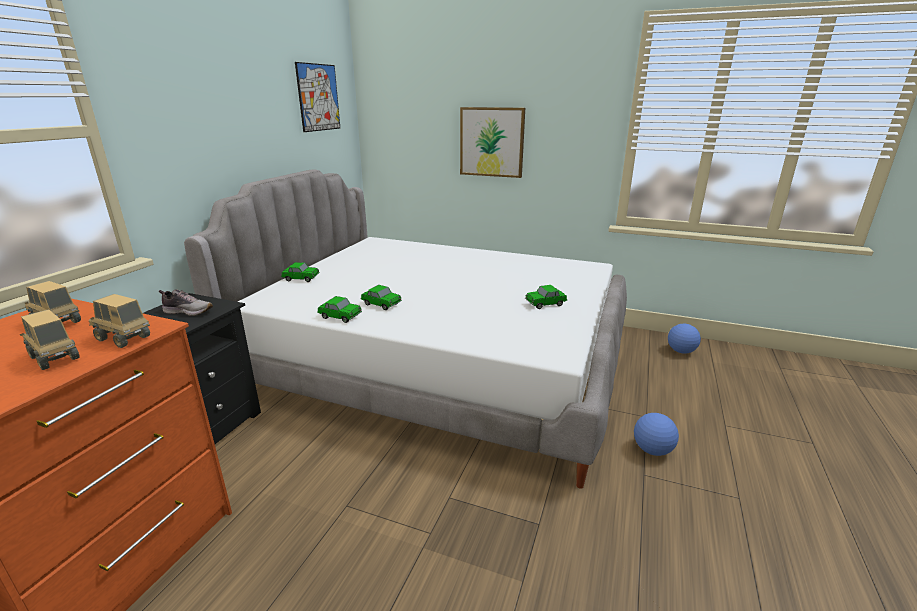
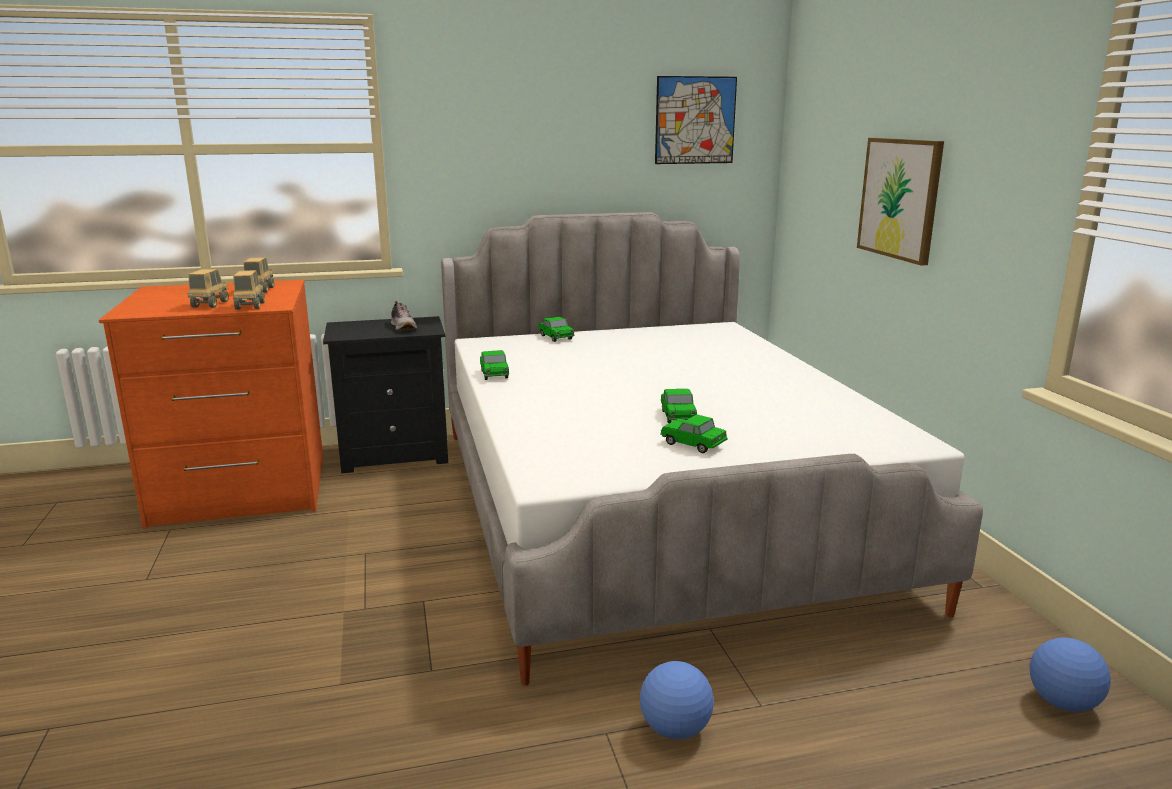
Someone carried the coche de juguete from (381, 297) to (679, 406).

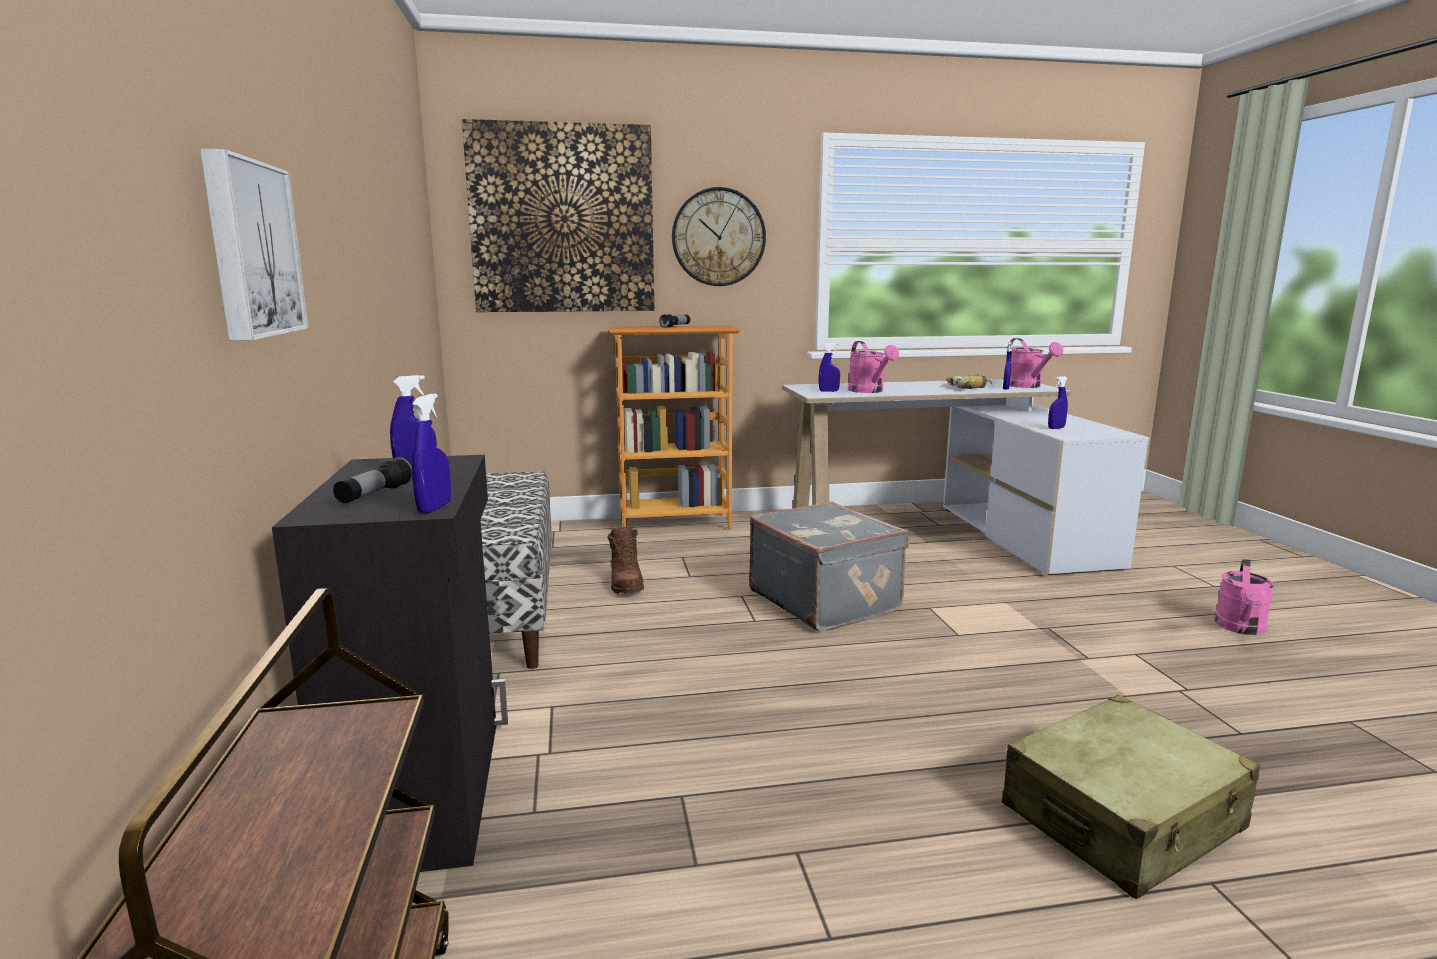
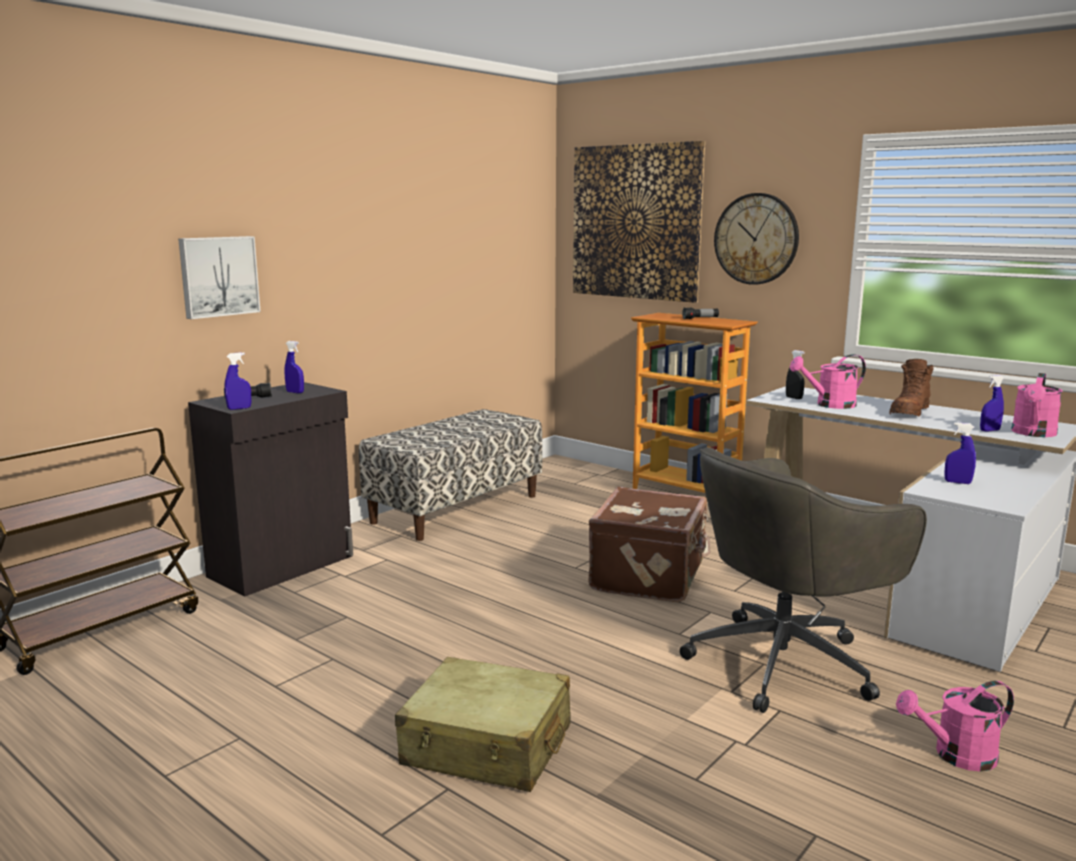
Someone carried the bota (marrón) from (625, 560) to (911, 387).
Someone repainted the maleta (gris) at (829, 566), which became the maleta (marrón) at (649, 544).
Someone repainted the pulverizador (azul) at (829, 367), which became the pulverizador (negro) at (795, 374).
Someone rotated the regadera (rosa) at (873, 367) by 45 degrees clockwise.
Someone took away the taladro at (969, 381).
Someone put down the silla de oficina (gris) at (803, 580).

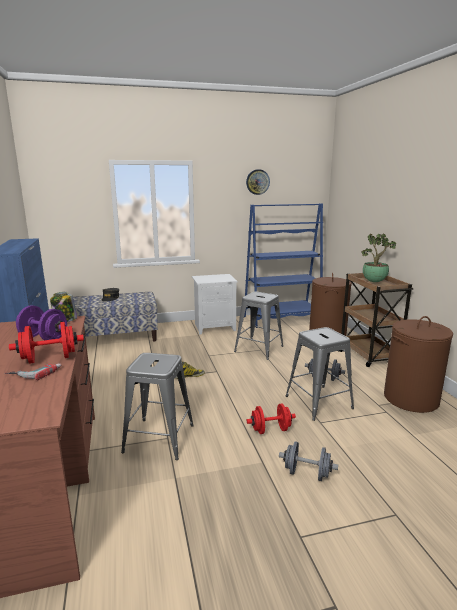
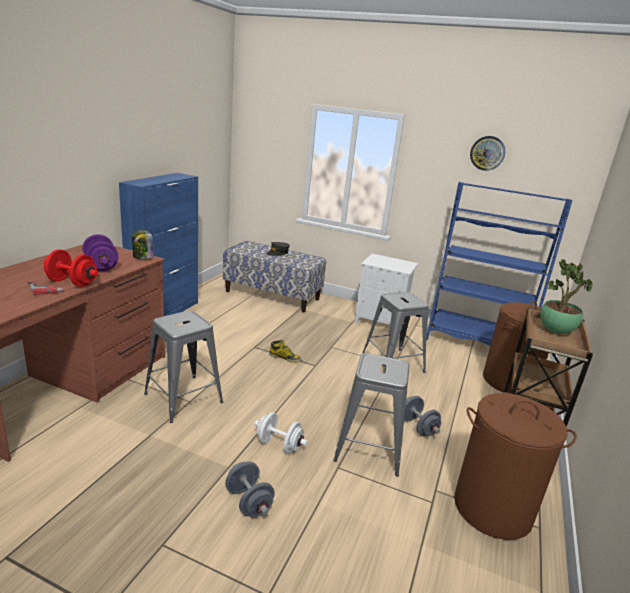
Someone repainted the mancuerna (rojo) at (271, 418), which became the mancuerna (blanco) at (281, 433).

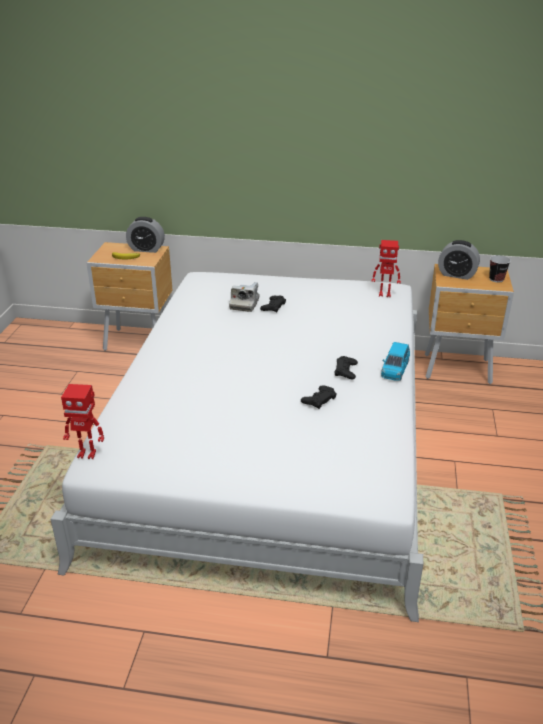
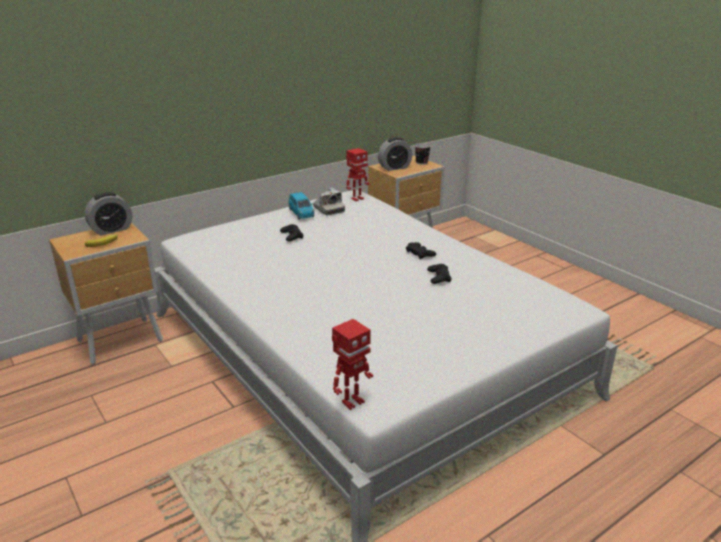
Someone carried the cámara from (244, 297) to (329, 201).
Someone carried the coche de juguete (azul) from (395, 361) to (301, 205).

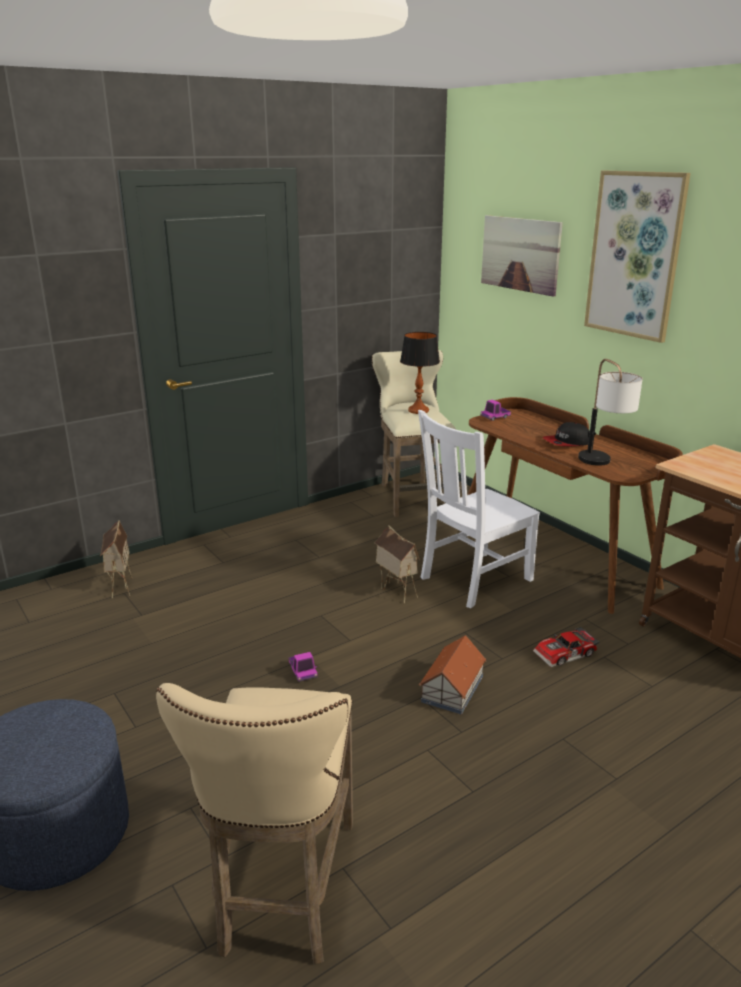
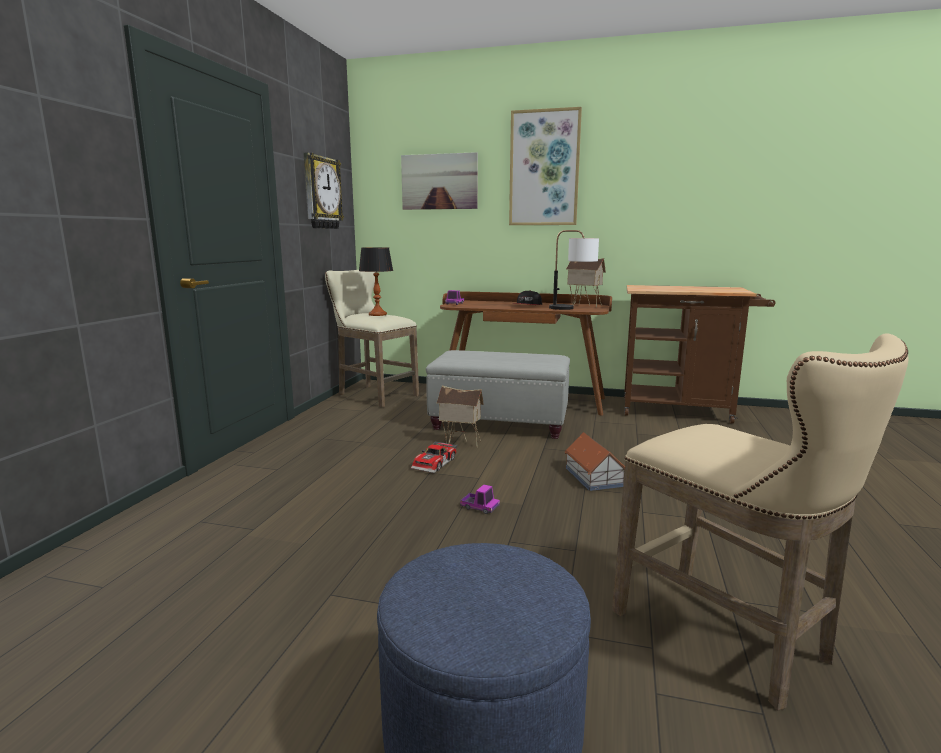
Someone carried the casita from (116, 559) to (586, 282).
Someone swapped the silla (blanco) at (479, 509) for the puf (gris) at (498, 394).
Someone carried the coche de juguete from (566, 647) to (434, 457).
Someone put up the reloj de pared at (324, 190).

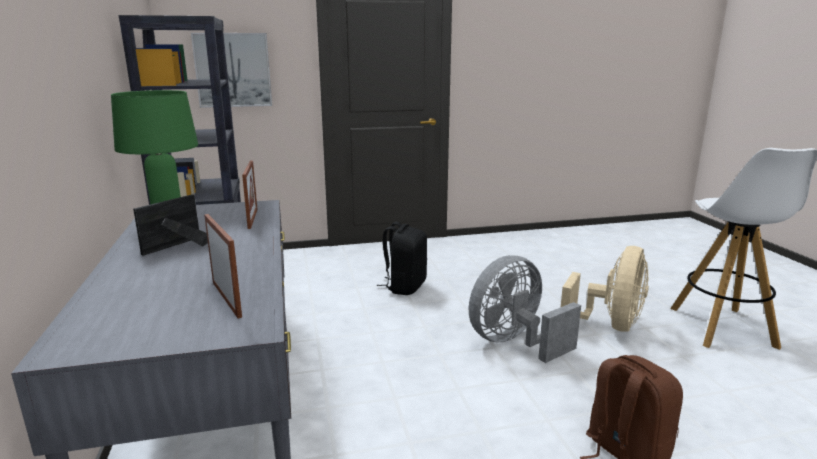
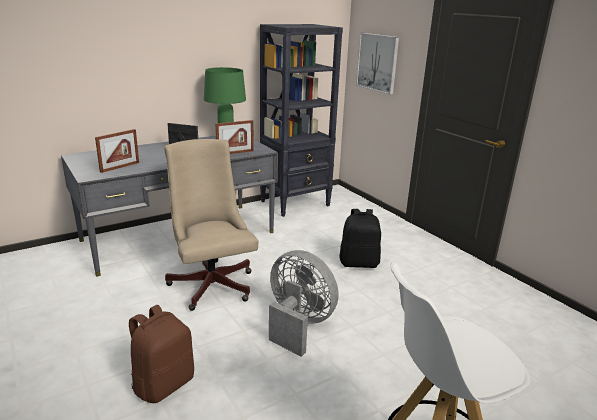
Someone took away the ventilador (beis) at (605, 289).
Someone put down the silla de oficina (beis) at (211, 225).

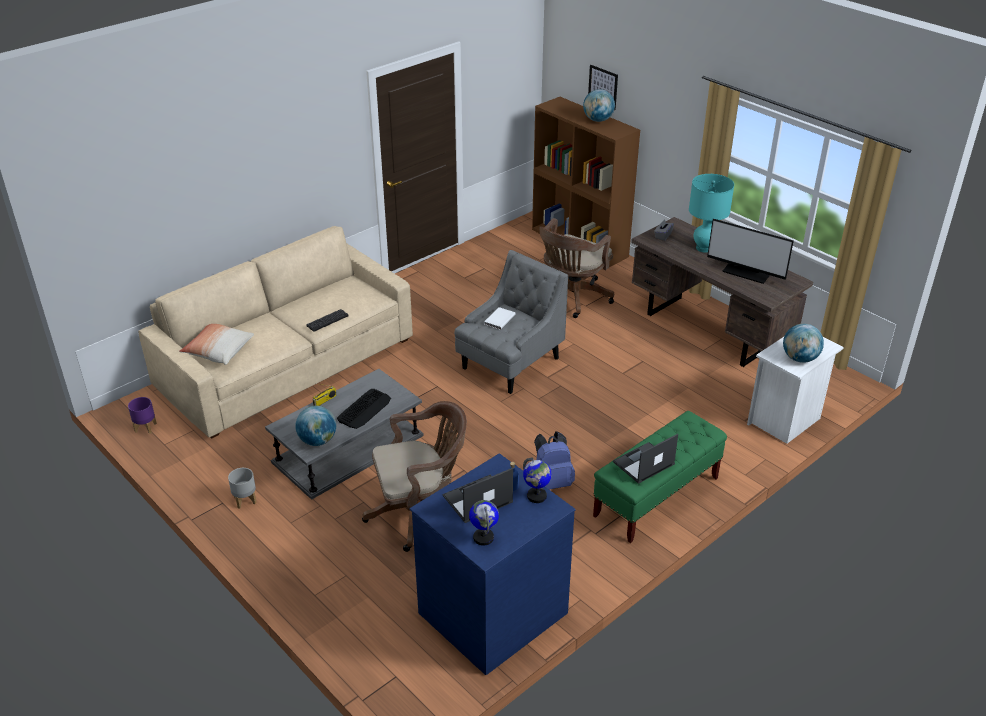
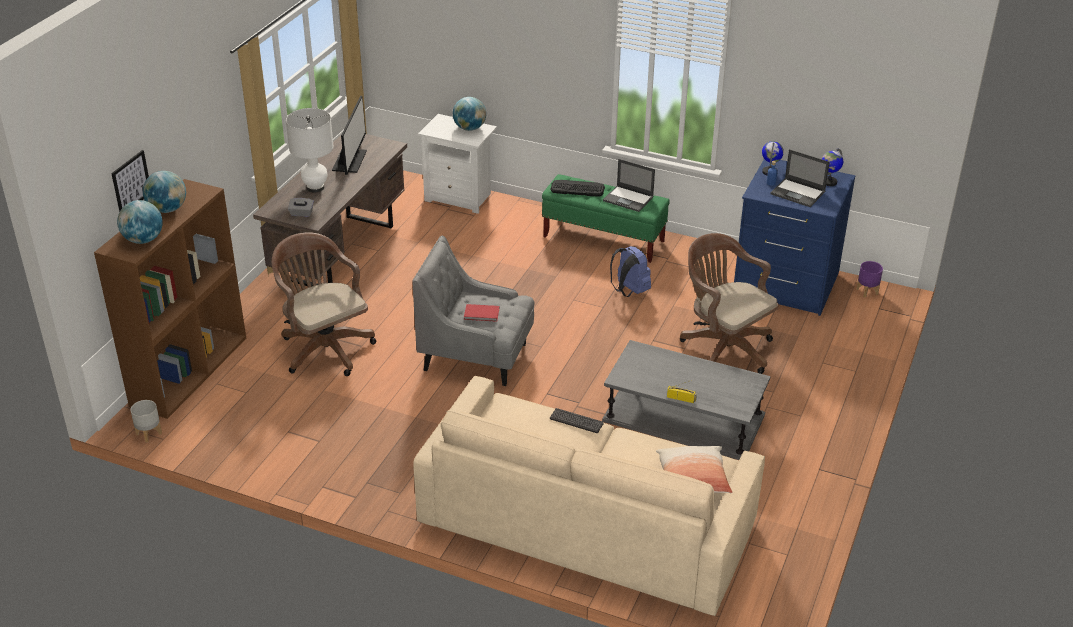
Someone carried the maceta (morado) from (142, 415) to (869, 279).
Someone carried the maceta (gris) from (242, 488) to (146, 421).
Someone carried the globo terráqueo from (315, 426) to (140, 222).
Someone carried the teclado from (364, 409) to (577, 188).
Someone repainted the libro (blanco) at (500, 318), which became the libro (rojo) at (482, 313).
Someone rotated the silla de oficina (marrón) at (576, 268) by 135 degrees counterclockwise.
Someone repainted the lámpara de mesa (turquesa) at (711, 213), which became the lámpara de mesa (blanco) at (310, 150).

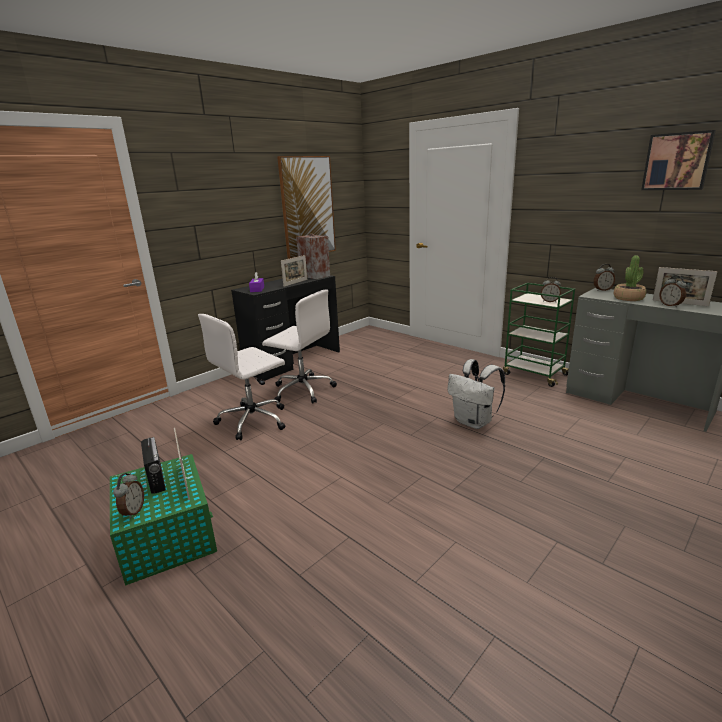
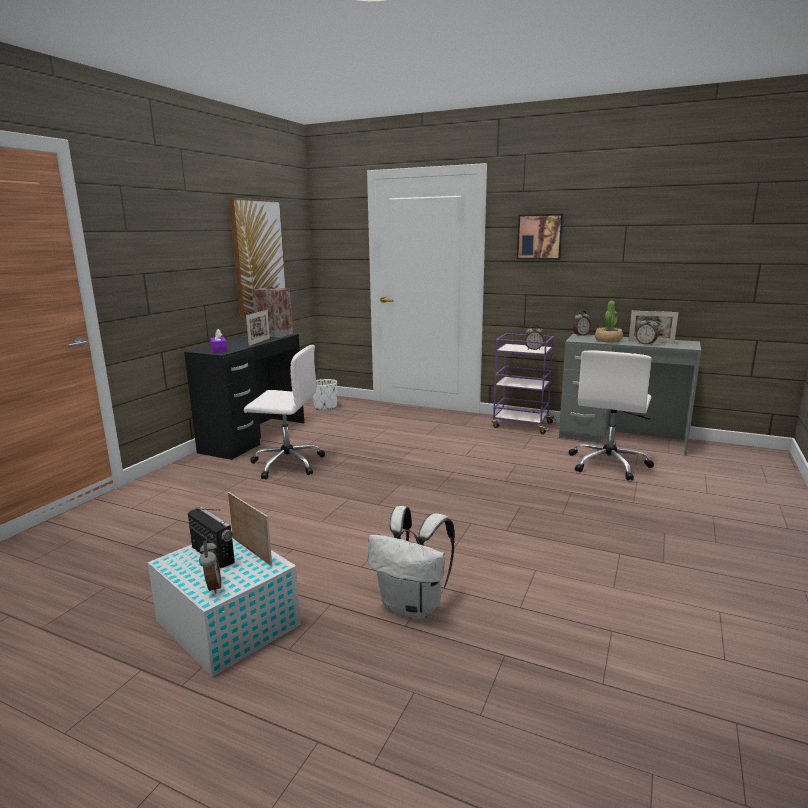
Someone repainted the caja de almacenaje (verde) at (163, 520), which became the caja de almacenaje (blanco) at (224, 602).
Someone carried the silla de oficina (blanco) from (241, 377) to (611, 415).
Someone carried the mochila (blanco) from (476, 394) to (411, 563).
Someone repainted the carrito (verde) at (539, 335), which became the carrito (morado) at (524, 383).
Someone carried the cuadro from (678, 160) to (540, 237).
Someone put down the maceta (blanco) at (325, 394).

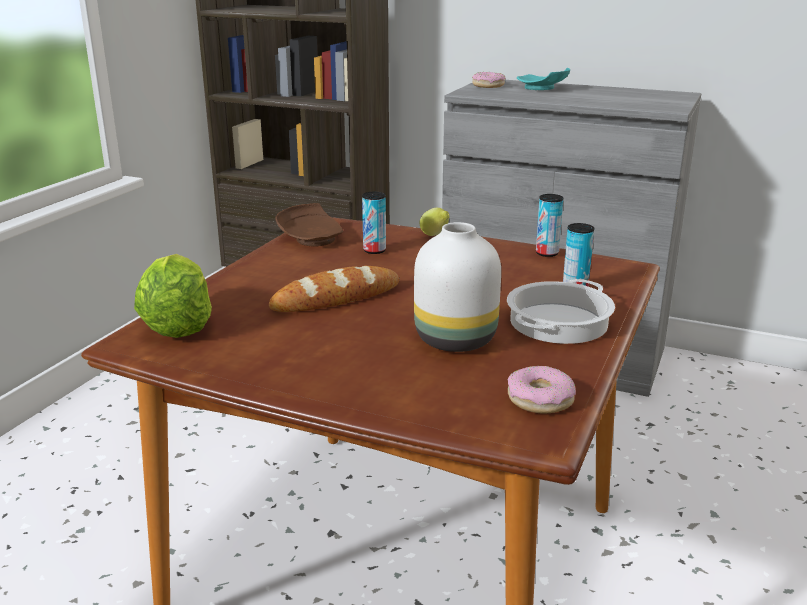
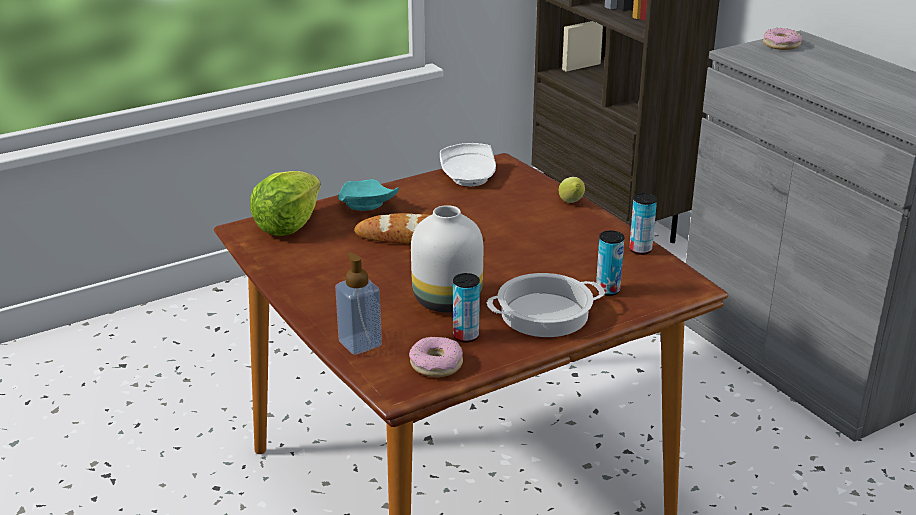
Someone repainted the plato (marrón) at (309, 224), which became the plato (blanco) at (468, 164).
Someone carried the lata from (374, 223) to (466, 308).
Someone carried the plato (turquesa) from (543, 79) to (368, 195).
Someone put down the dispensador de jabón at (358, 303).

